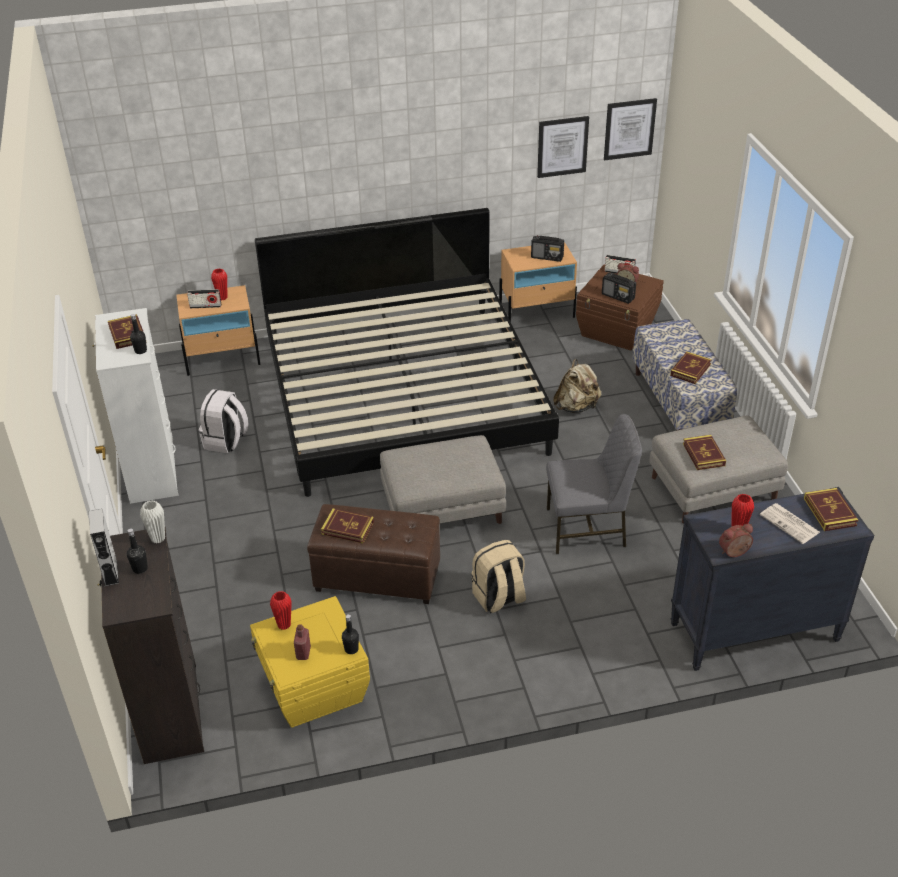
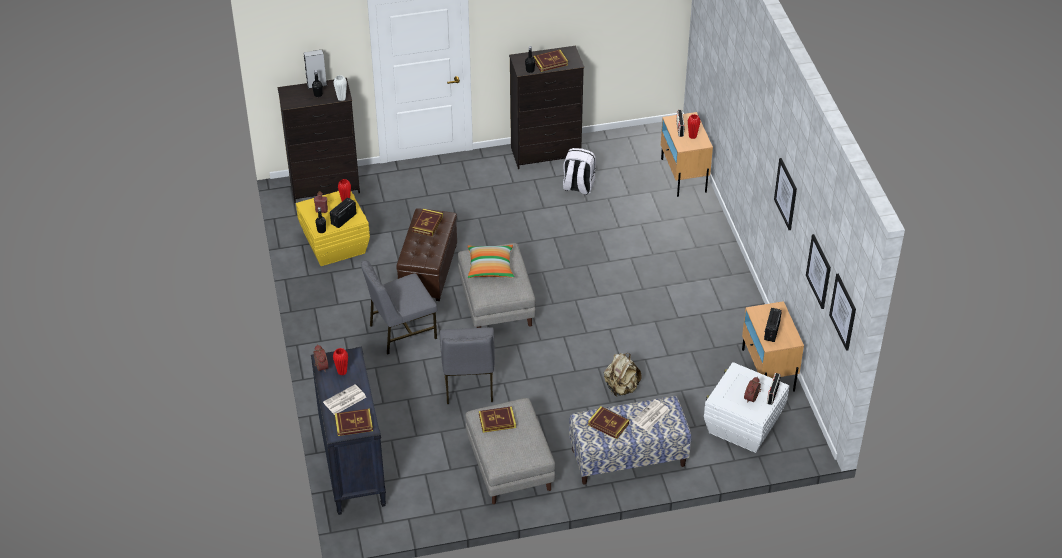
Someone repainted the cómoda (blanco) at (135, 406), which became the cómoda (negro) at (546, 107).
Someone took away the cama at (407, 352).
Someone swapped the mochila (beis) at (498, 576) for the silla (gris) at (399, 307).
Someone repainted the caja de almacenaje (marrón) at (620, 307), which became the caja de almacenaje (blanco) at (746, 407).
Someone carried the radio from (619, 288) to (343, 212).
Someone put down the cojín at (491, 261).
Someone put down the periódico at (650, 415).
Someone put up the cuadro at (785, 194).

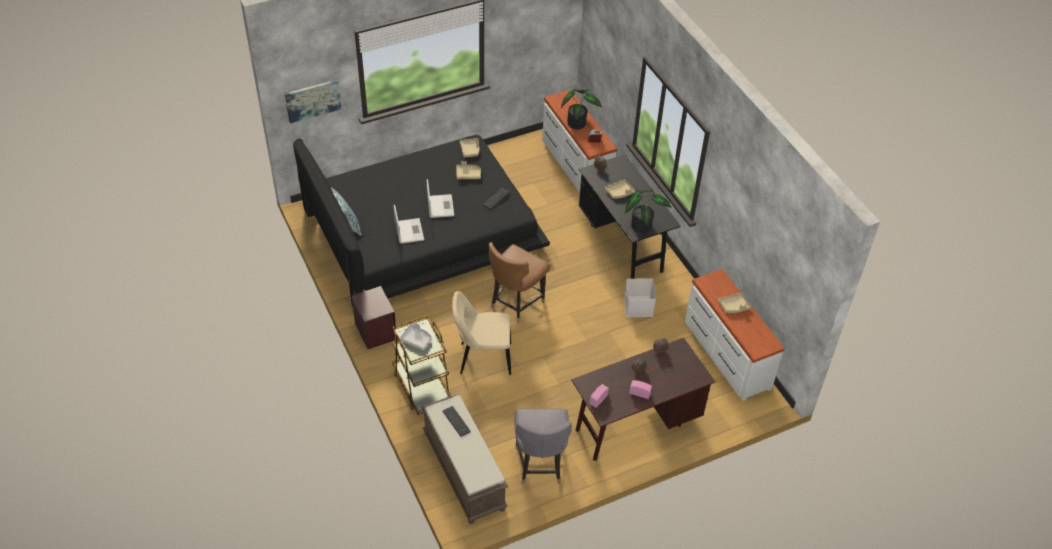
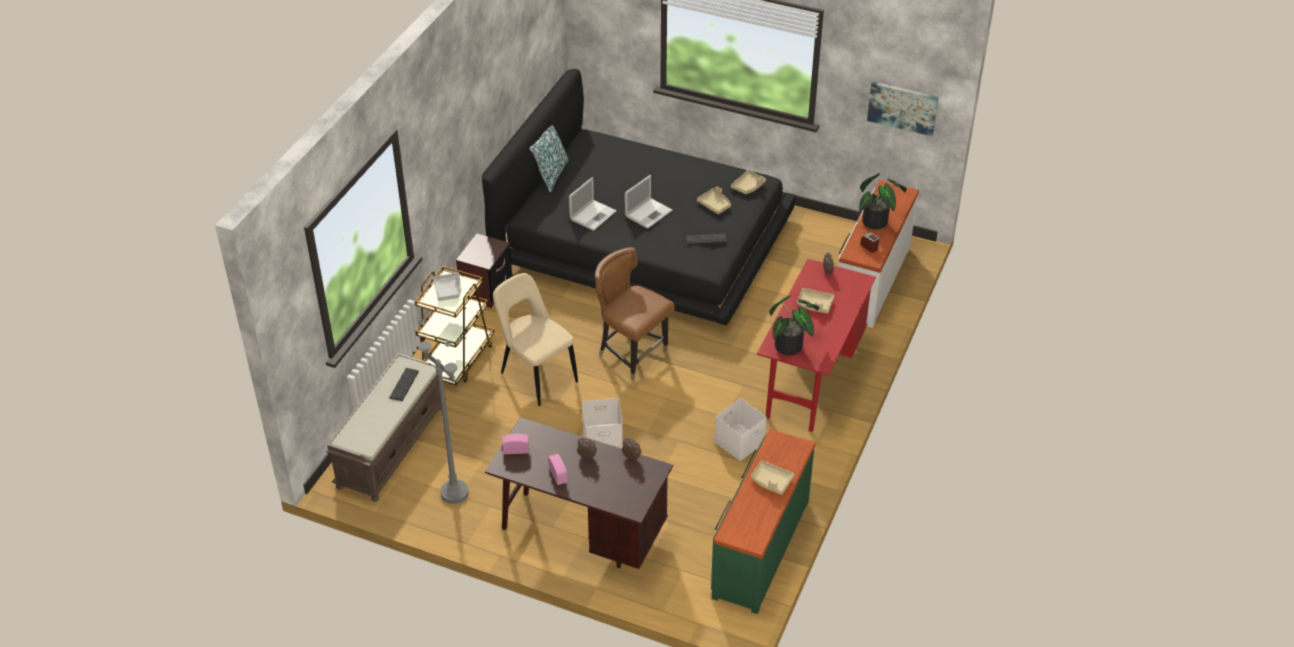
Someone carried the cuadro from (313, 101) to (903, 109).
Someone rotated the silla (marrón) at (519, 282) by 45 degrees clockwise.
Someone swapped the silla (gris) at (543, 446) for the lámpara de pie (gris) at (444, 411).
Someone repainted the escritorio (negro) at (629, 217), which became the escritorio (rojo) at (816, 345).
Someone repainted the cómoda (blanco) at (735, 335), which became the cómoda (verde) at (763, 521).
Someone put down the caja de almacenaje (blanco) at (602, 423).

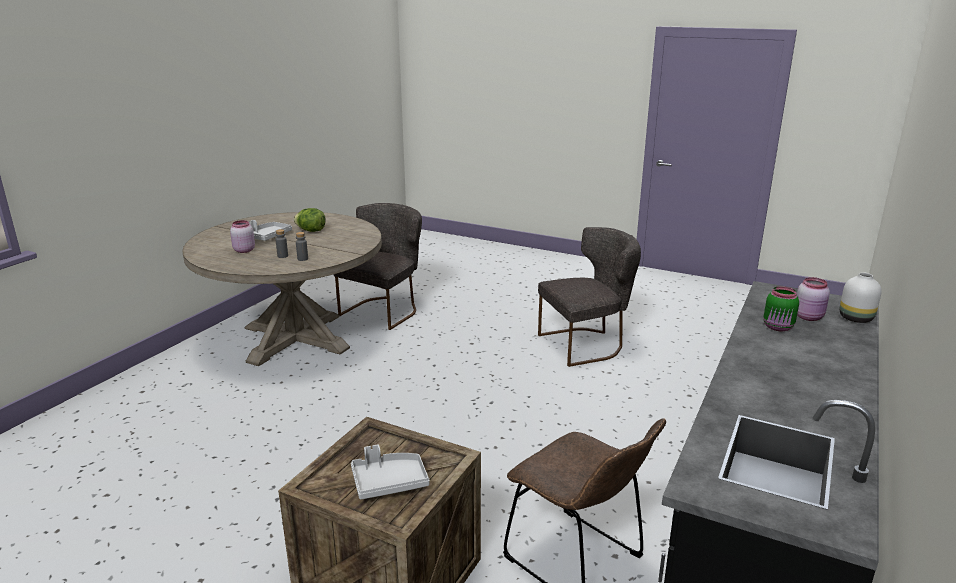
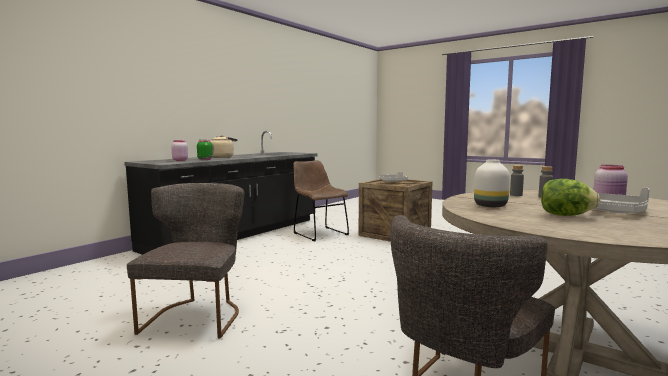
Someone rotated the silla (gris) at (589, 297) by 105 degrees clockwise.
Someone carried the florero (blanco) from (861, 297) to (492, 183).
Someone put down the hervidor (beis) at (224, 146).

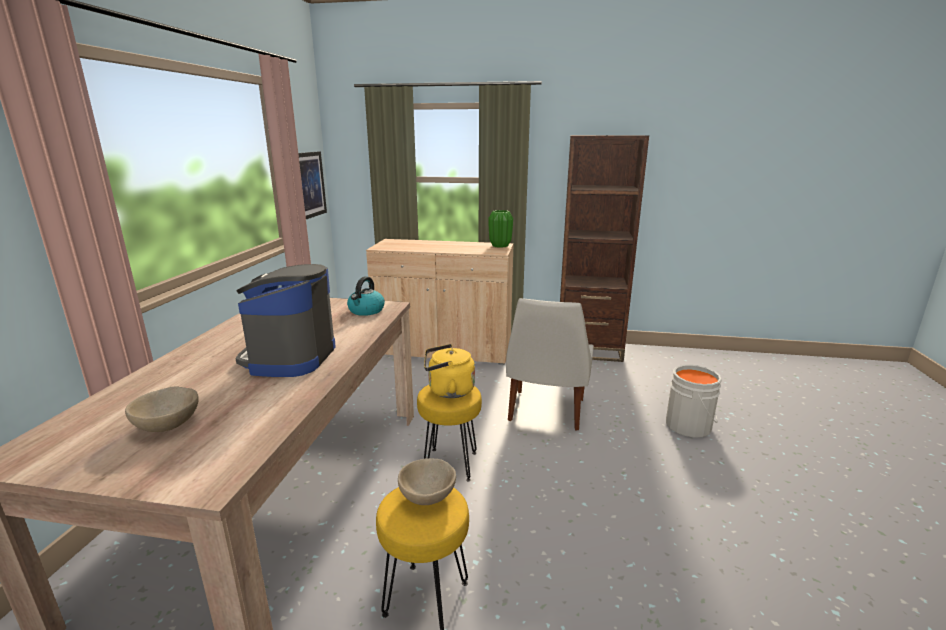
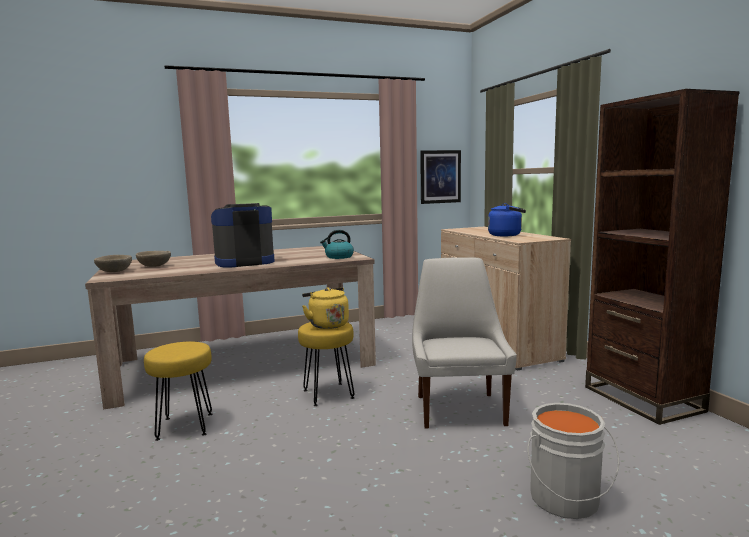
Someone carried the cuenco (beis) from (427, 482) to (113, 263).
Someone took away the florero (verde) at (500, 229).
Someone rotated the silla (blanco) at (550, 364) by 105 degrees clockwise.
Someone put down the hervidor (azul) at (507, 219).

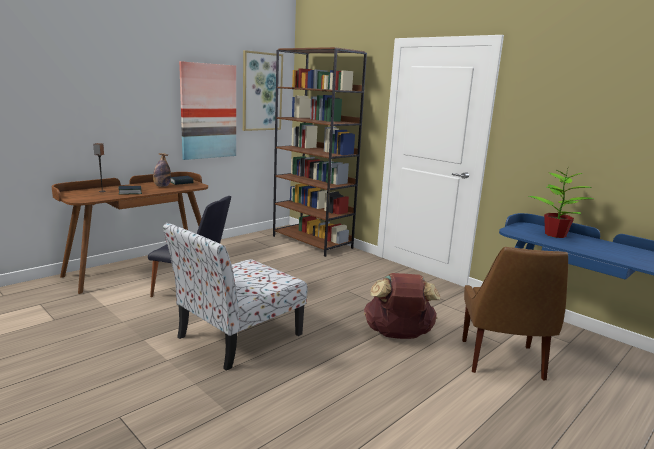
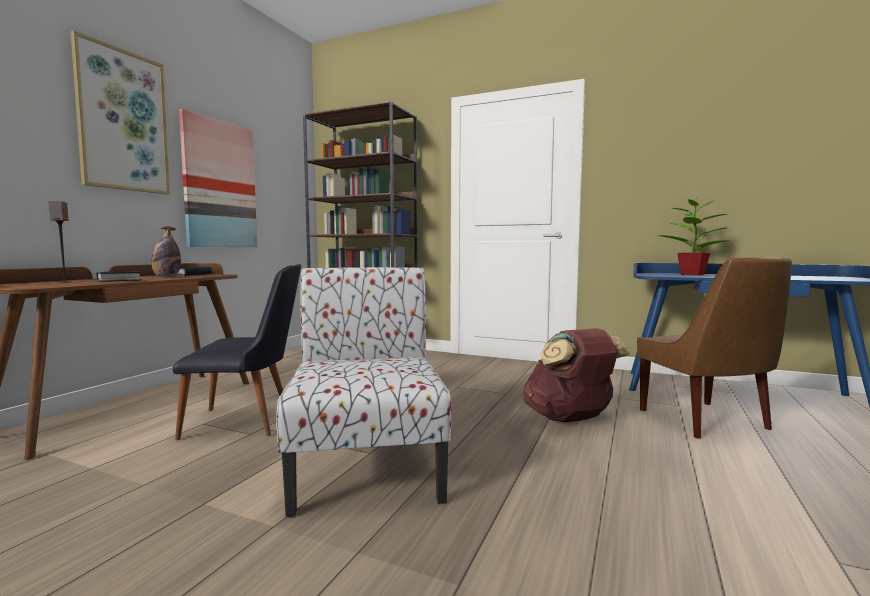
Someone rotated the silla at (235, 296) by 150 degrees clockwise.
Someone carried the cuadro from (263, 90) to (120, 112).

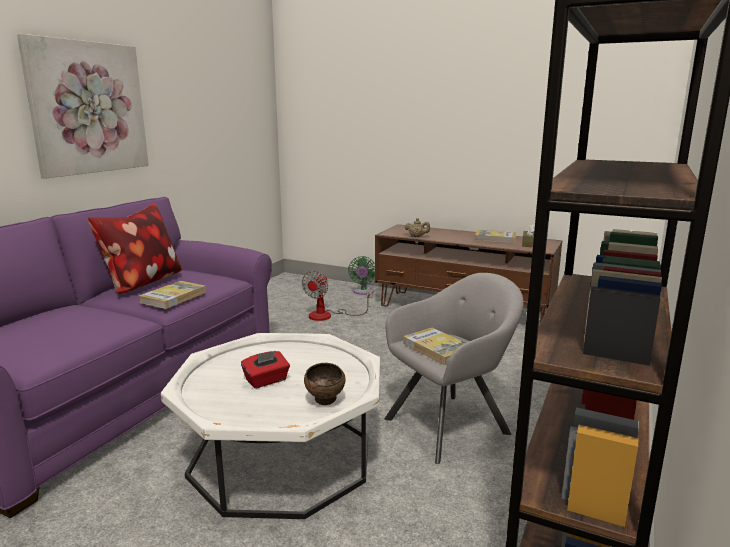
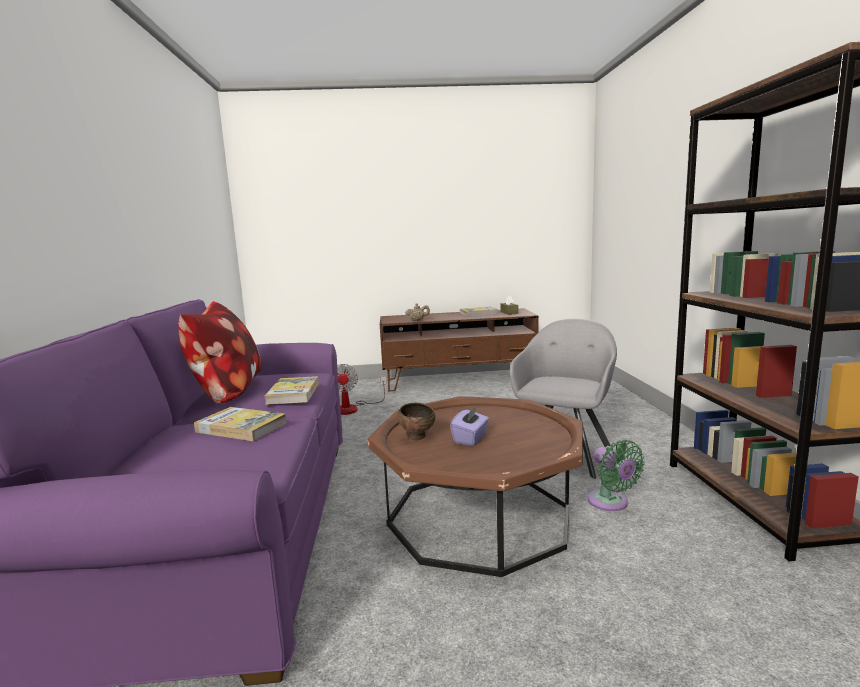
Someone took away the cuadro at (83, 106).
Someone repainted the mesa de centro (blanco) at (270, 426), which became the mesa de centro (marrón) at (475, 486).
Someone repainted the caja de pañuelos (rojo) at (265, 369), which became the caja de pañuelos (morado) at (469, 426).
Someone carried the cuenco (marrón) from (324, 384) to (416, 421).
Someone carried the ventilador (verde) from (361, 275) to (616, 475).
Someone carried the libro from (434, 346) to (240, 424).

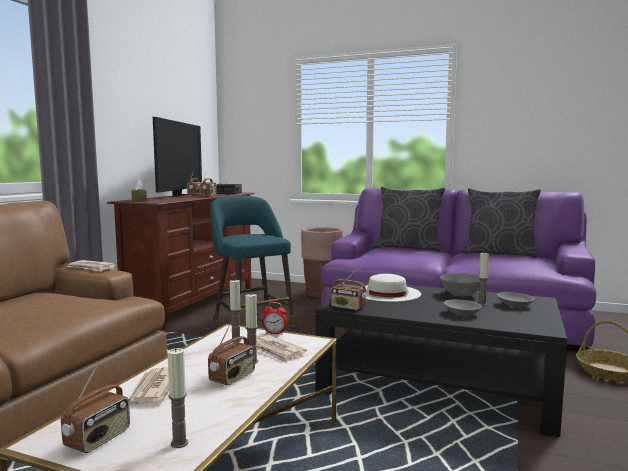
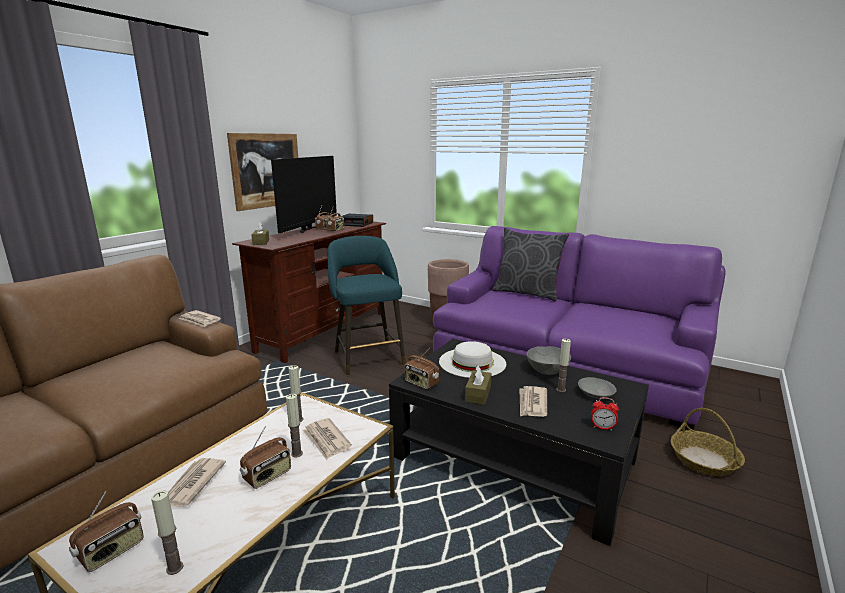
Someone carried the despertador from (275, 318) to (605, 414).
Someone swapped the cuenco (gris) at (463, 307) for the periódico at (533, 401).
Someone took away the cojín (gris) at (502, 223).
Someone put up the cuadro at (262, 172).
Someone put down the caja de pañuelos (marrón) at (478, 385).

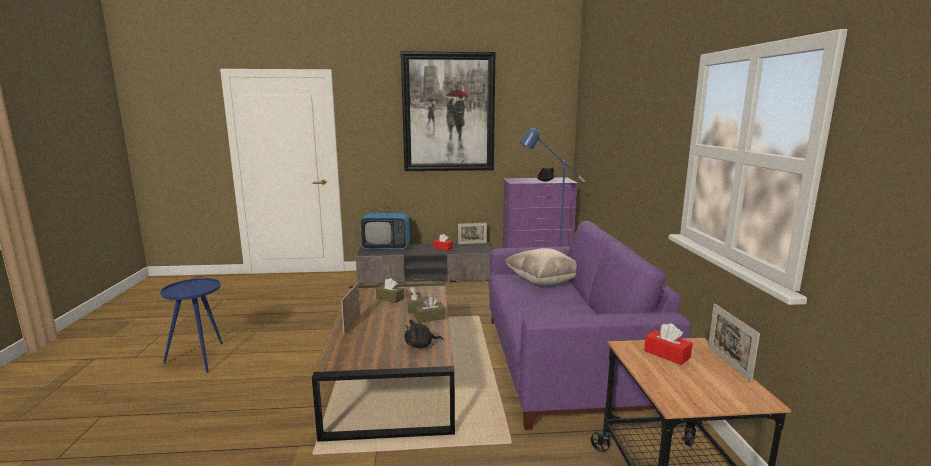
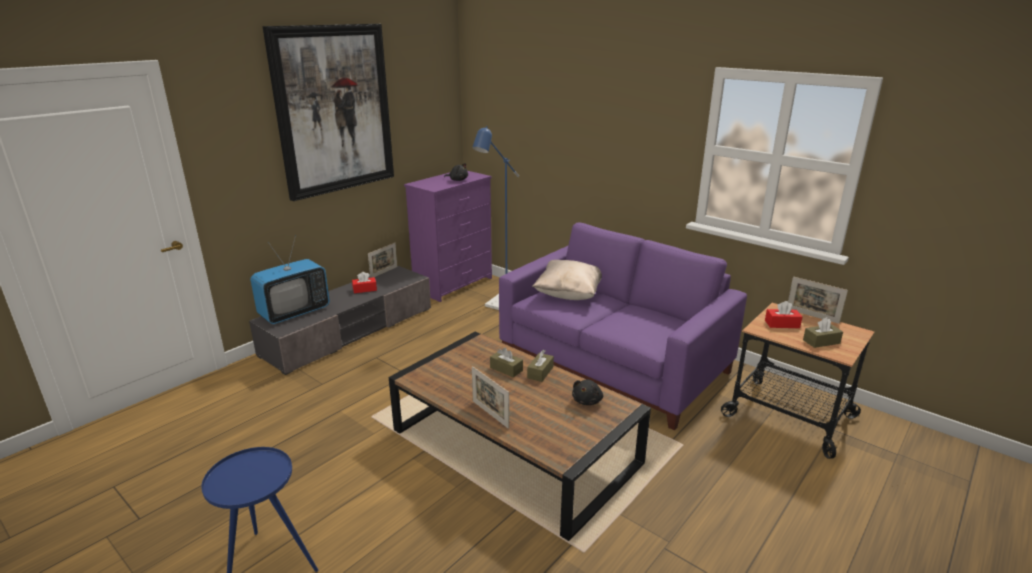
Someone carried the caja de pañuelos (marrón) from (390, 290) to (823, 332).

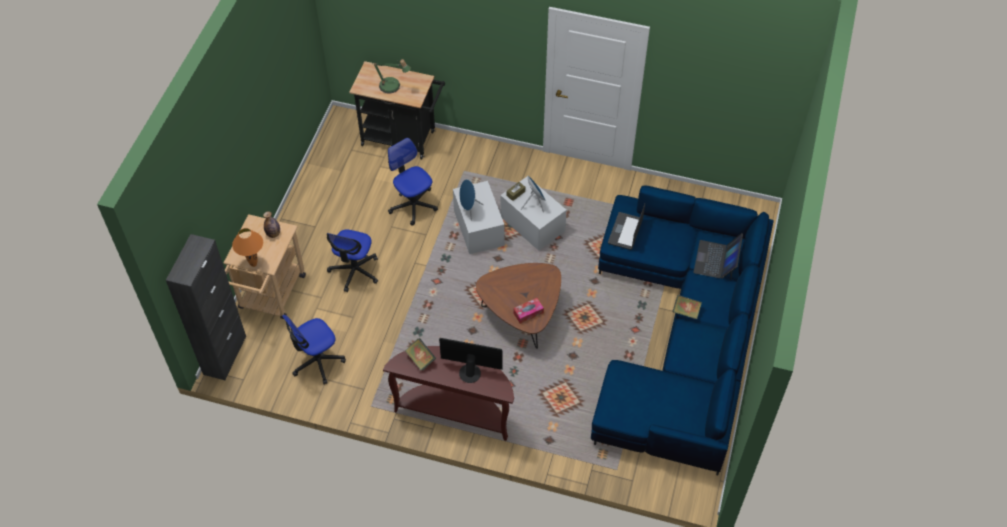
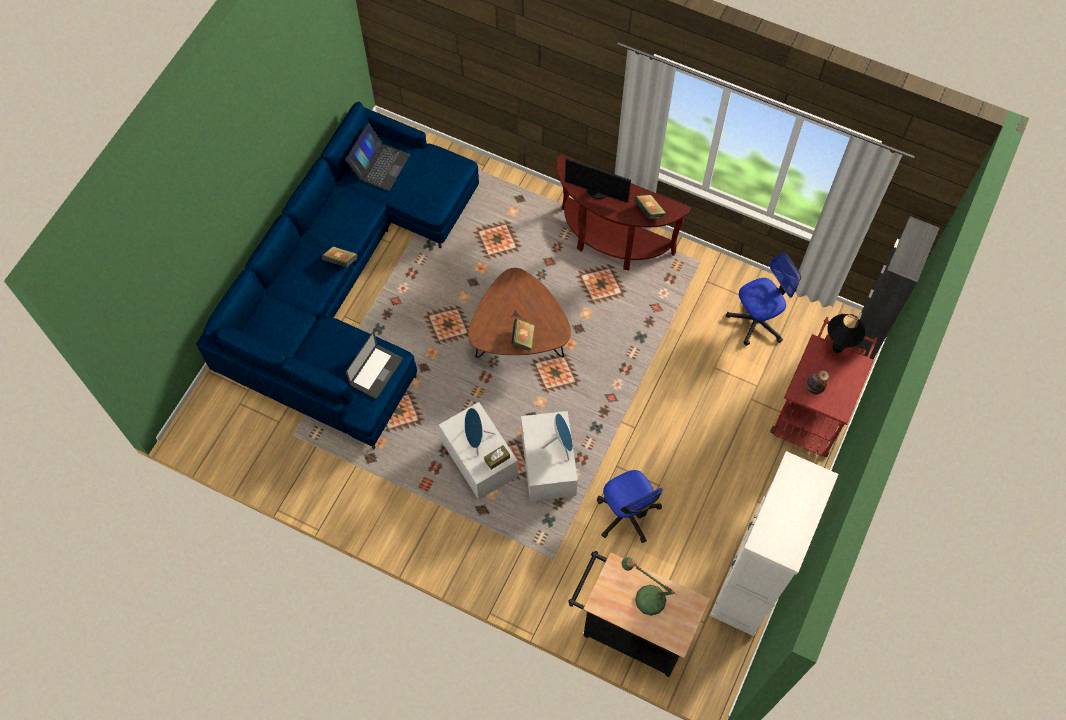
Someone repainted the carrito (beis) at (264, 266), which became the carrito (rojo) at (824, 387).
Someone repainted the lámpara de mesa (naranja) at (247, 247), which became the lámpara de mesa (negro) at (846, 333).
Someone took away the silla de oficina at (352, 260).
Someone took away the caja de pañuelos at (528, 311).
Someone carried the portátil from (718, 256) to (377, 157).
Someone put down the libro at (523, 335).
Someone put down the armario (blanco) at (774, 543).

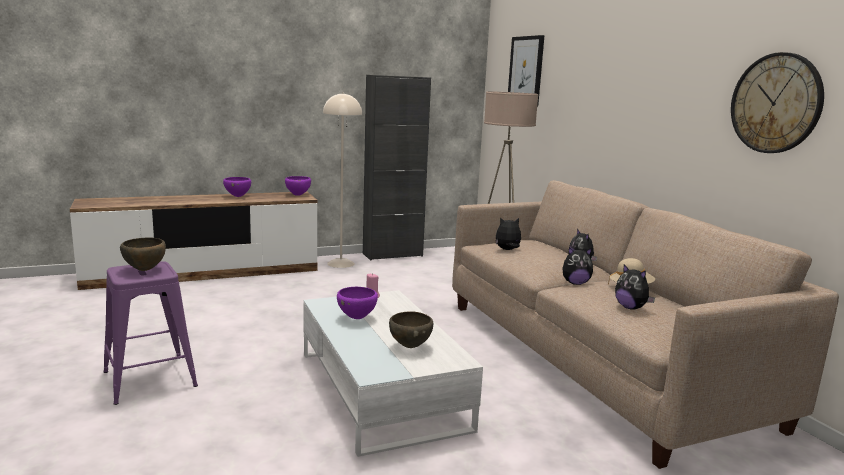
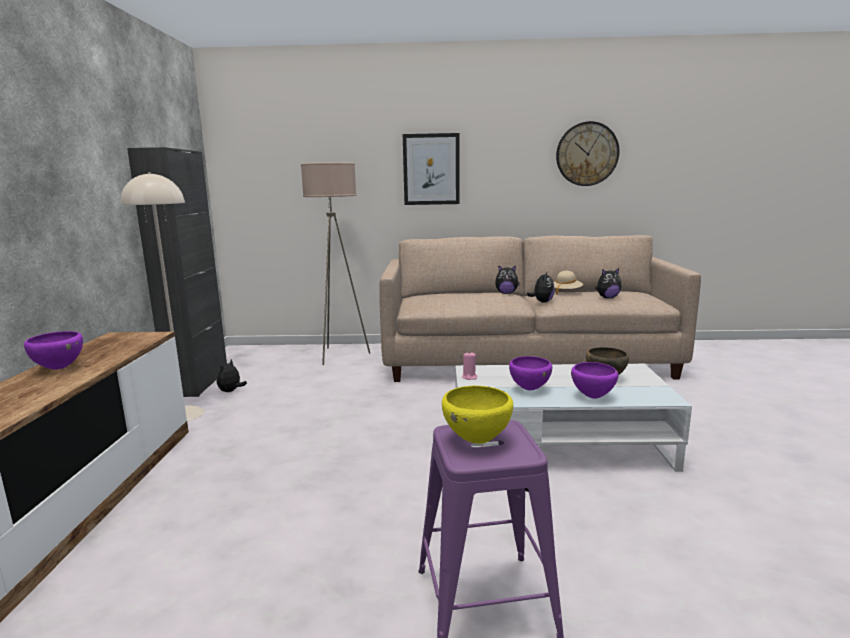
Someone repainted the cuenco (marrón) at (143, 254), which became the cuenco (amarillo) at (477, 415).
Someone carried the cuenco (morado) from (298, 186) to (594, 380).
Someone carried the peluche from (508, 233) to (232, 375).
Someone carried the cuadro from (526, 70) to (431, 169).

